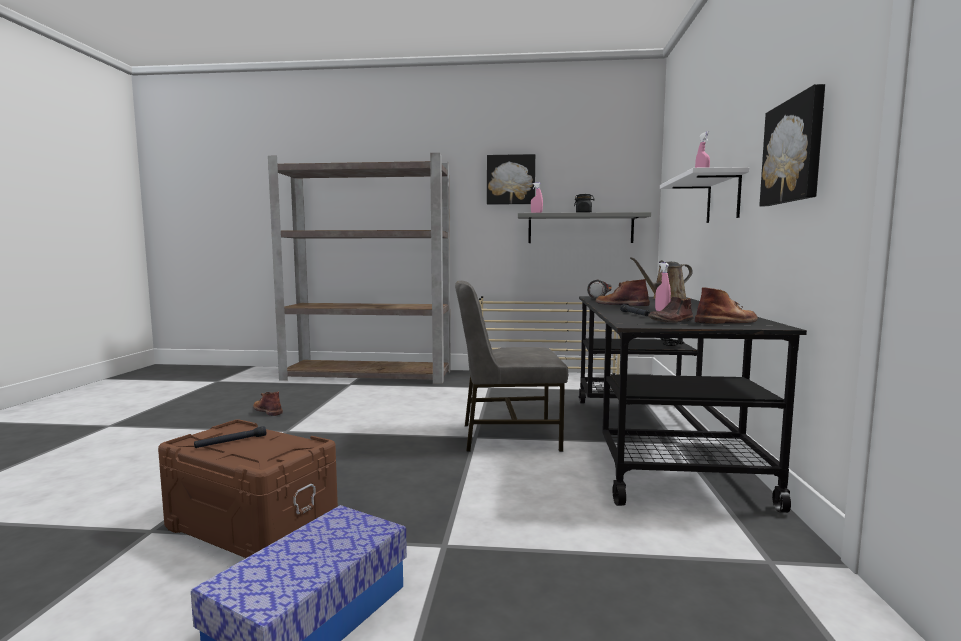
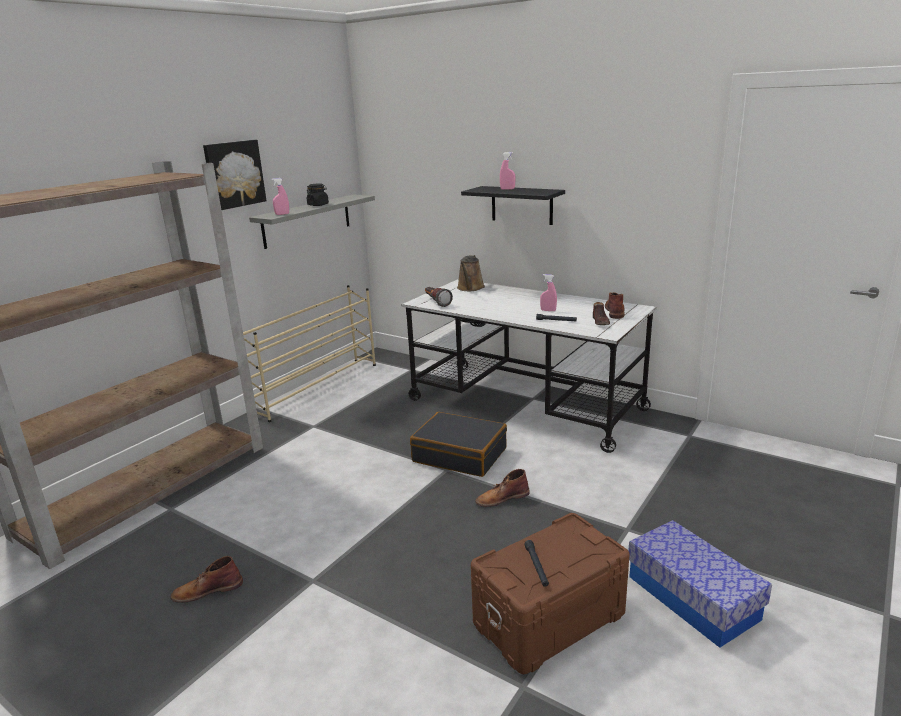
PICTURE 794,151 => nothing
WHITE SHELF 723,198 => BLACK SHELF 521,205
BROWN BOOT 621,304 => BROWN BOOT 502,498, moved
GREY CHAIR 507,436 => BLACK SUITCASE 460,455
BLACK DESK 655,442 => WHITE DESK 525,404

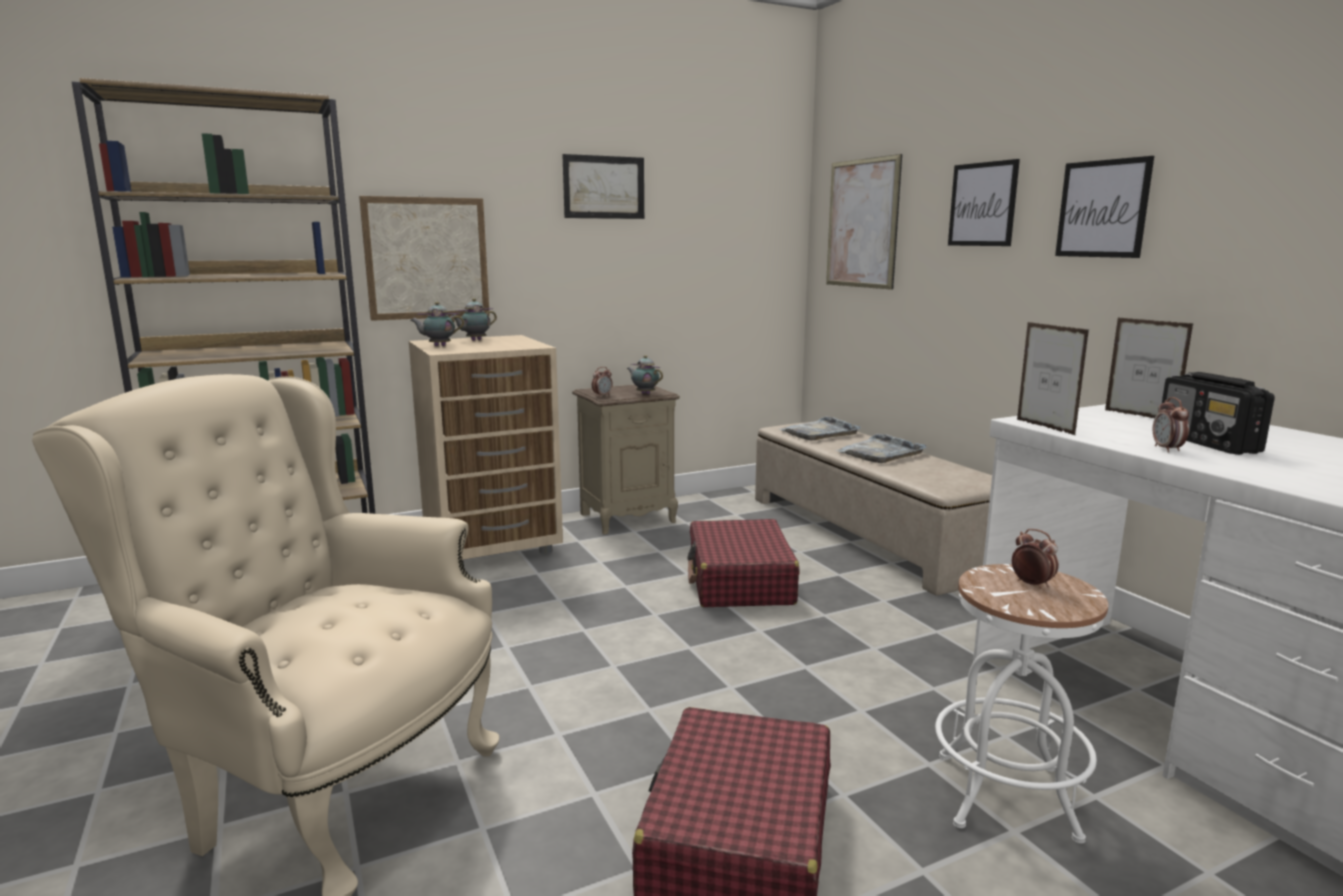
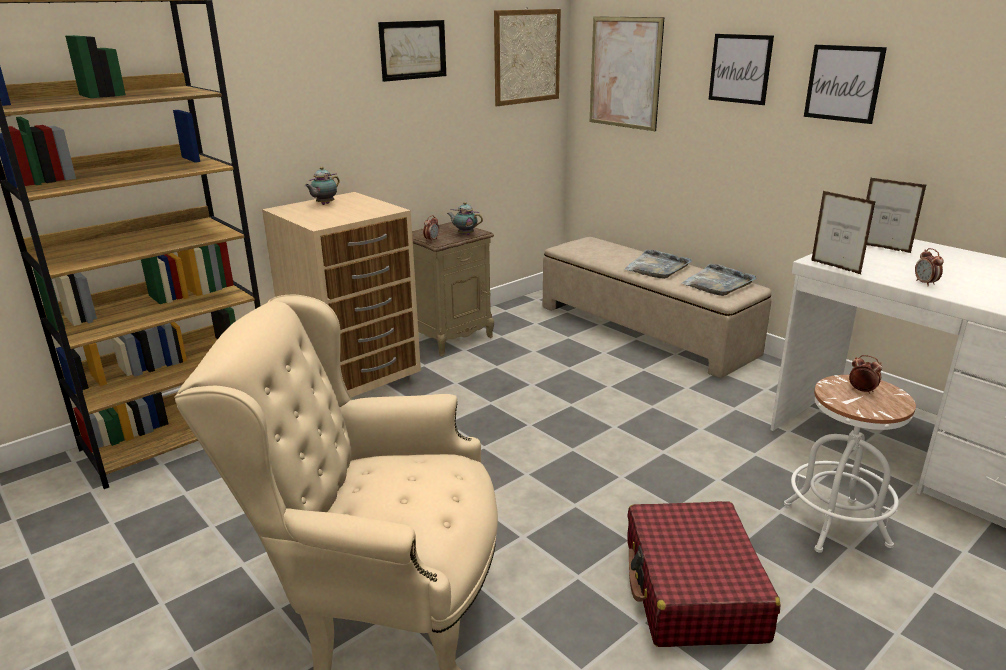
PICTURE 426,257 => PICTURE 527,55, moved
TEAPOT 438,346 => nothing
RADIO 1208,443 => nothing
GREY TRAY 819,432 => GREY TRAY 718,283, moved
RED SUITCASE 740,581 => nothing

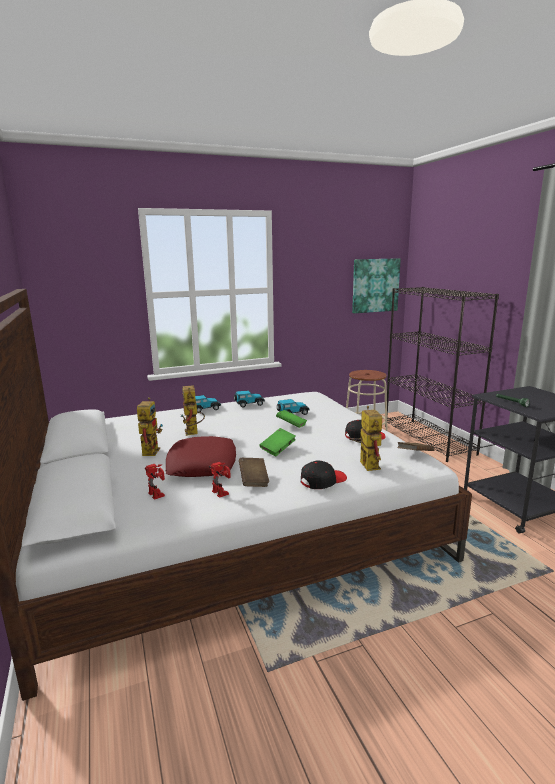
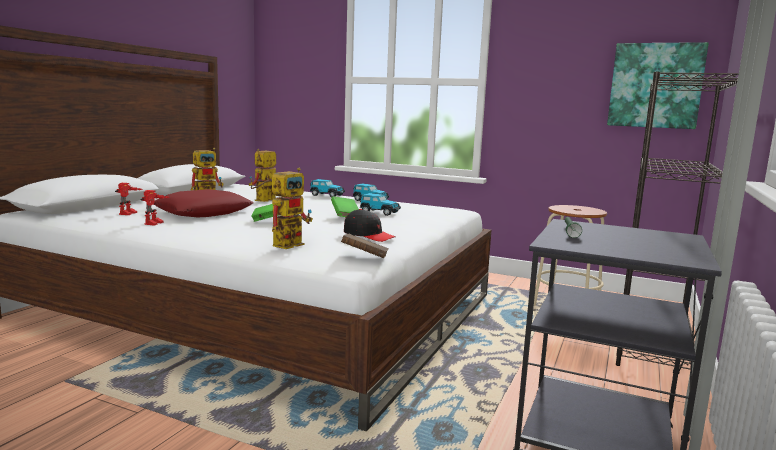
BROWN BOOK 254,480 => nothing
BLACK CAP 323,481 => nothing

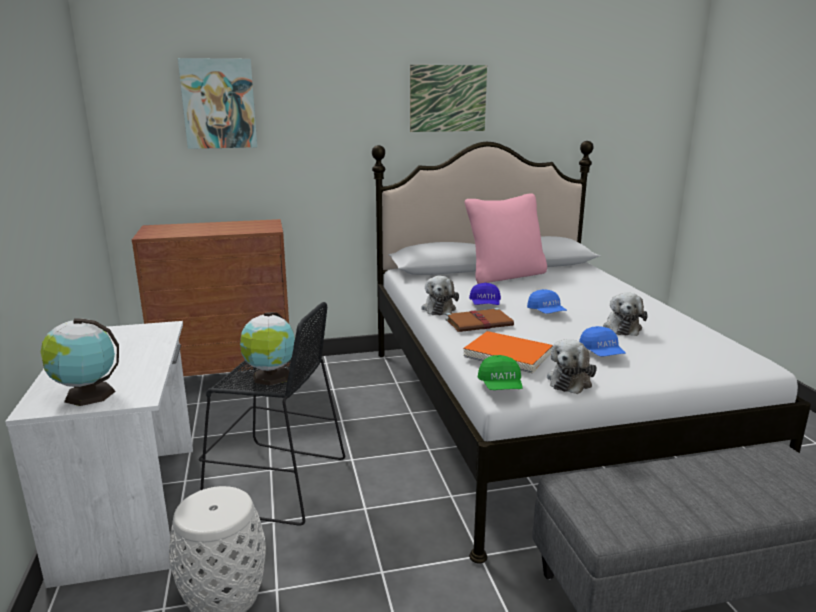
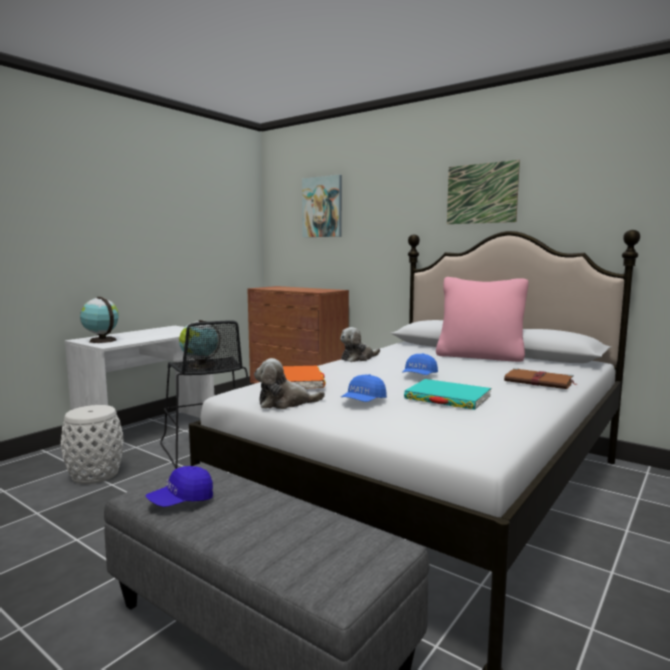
BLUE CAP 485,305 => BLUE CAP 181,501, moved
PLUSH TOY 622,327 => TURQUOISE BOOK 447,398
BROWN BOOK 480,323 => BROWN BOOK 539,382, moved
GREEN CAP 500,386 => nothing

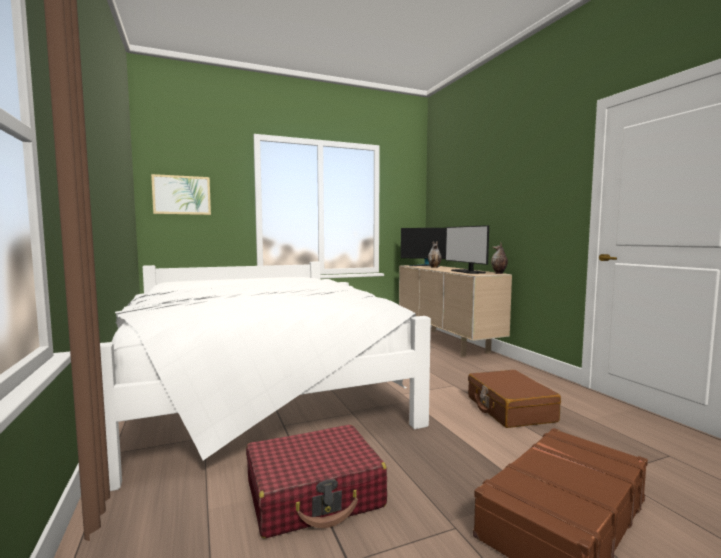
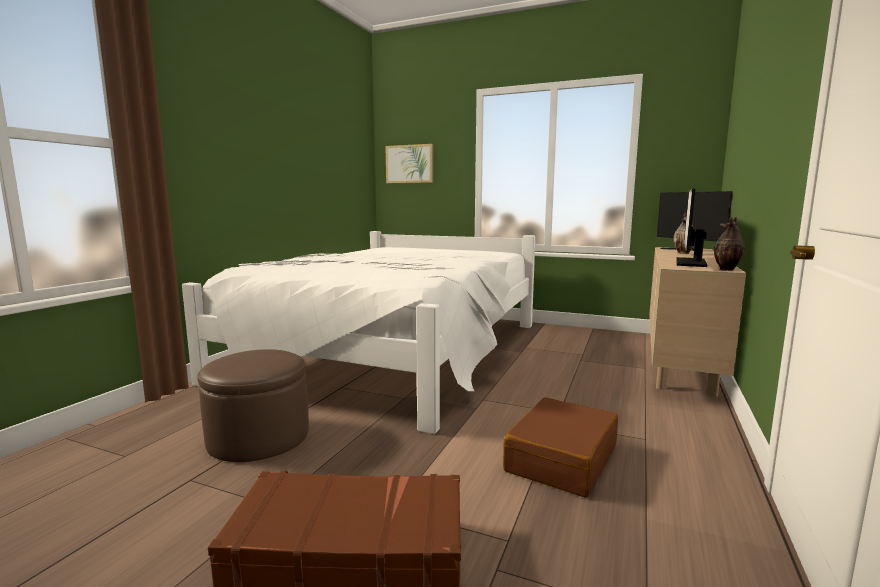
RED SUITCASE 314,494 => BROWN OTTOMAN 259,437

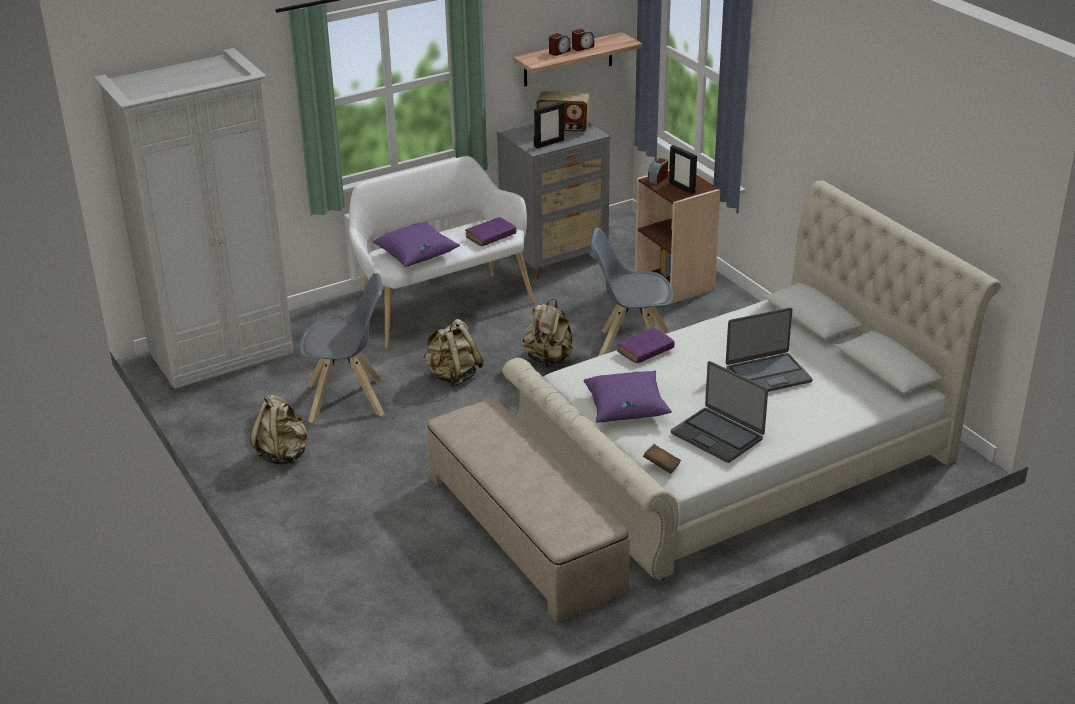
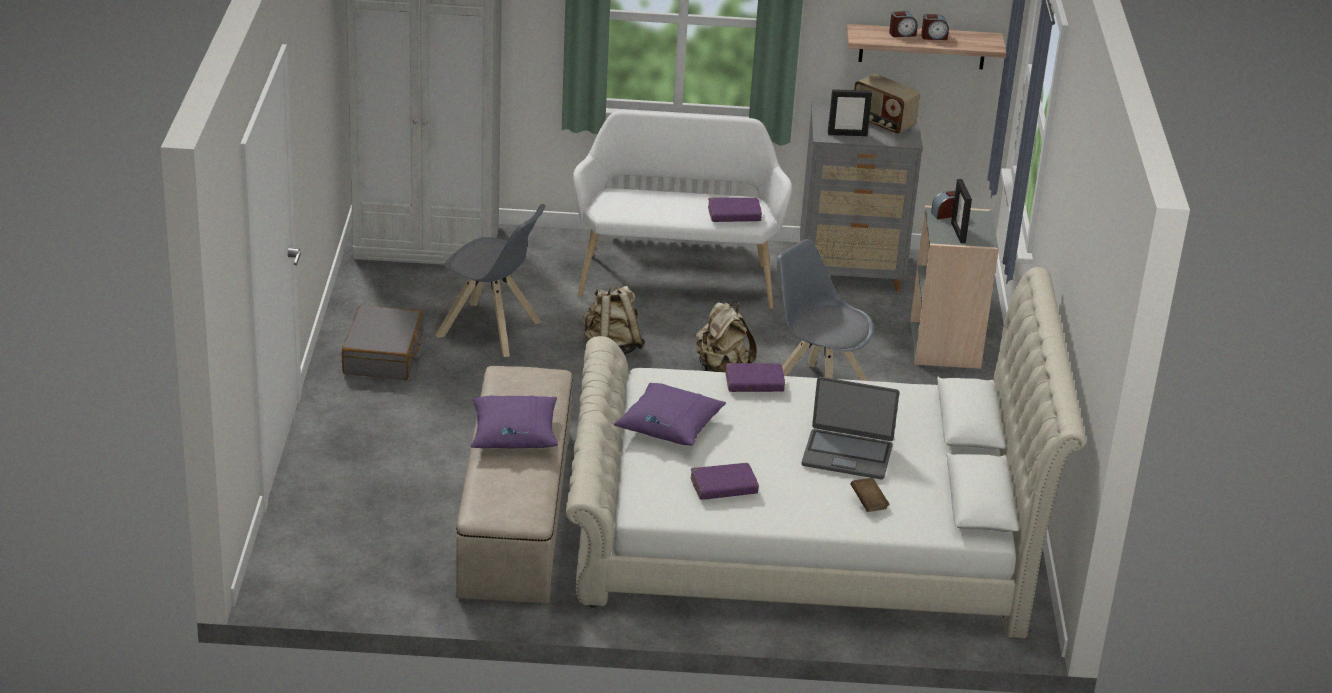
BROWN BOOKCASE 675,283 => GREY BOOKCASE 946,346
PURPLE PILLOW 416,255 => PURPLE PILLOW 514,435, moved
LAPTOP 717,435 => PURPLE BOOK 723,487
BEIGE BACKPACK 283,454 => GREY SUITCASE 384,355
BROWN BOOK 661,466 => BROWN BOOK 868,503, moved

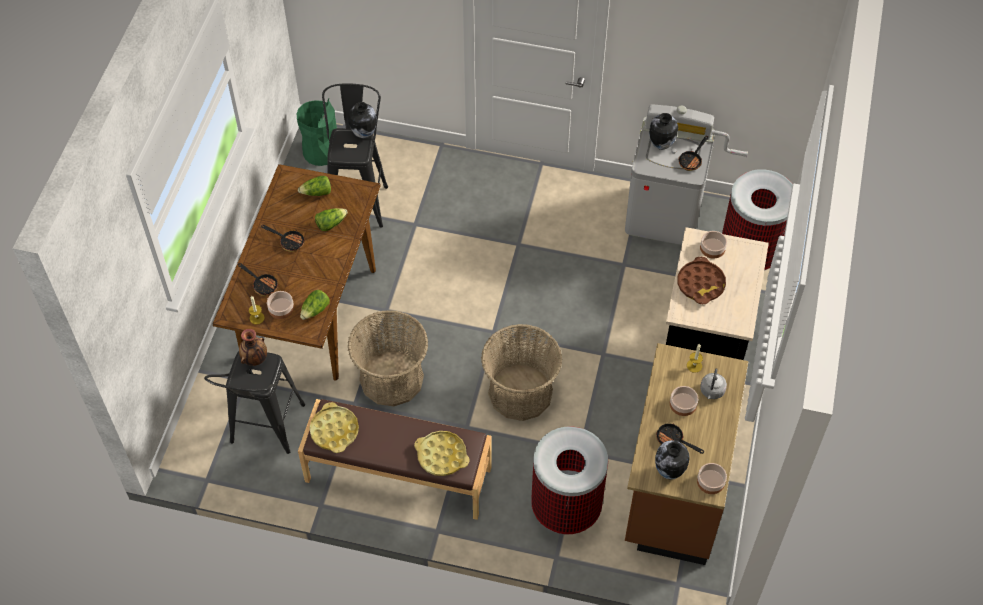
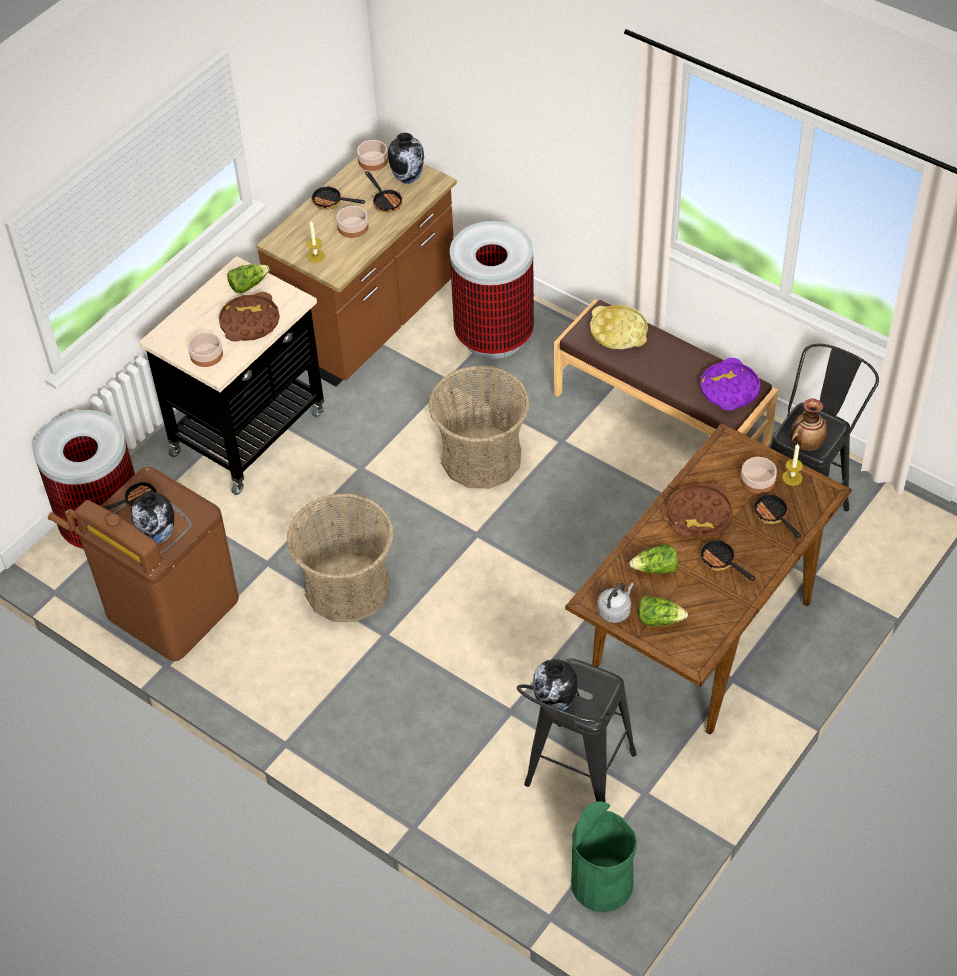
GREY WASHING MACHINE 665,215 => BROWN WASHING MACHINE 170,609
LETTUCE 315,310 => LETTUCE 248,285, moved
BASKET 391,378 => BASKET 347,587, moved
GREY KETTLE 711,391 => GREY KETTLE 615,610, moved
YELLOW TRAY 334,430 => PURPLE TRAY 729,389
nothing => FRYING PAN 331,202
nothing => BROWN TRAY 699,515

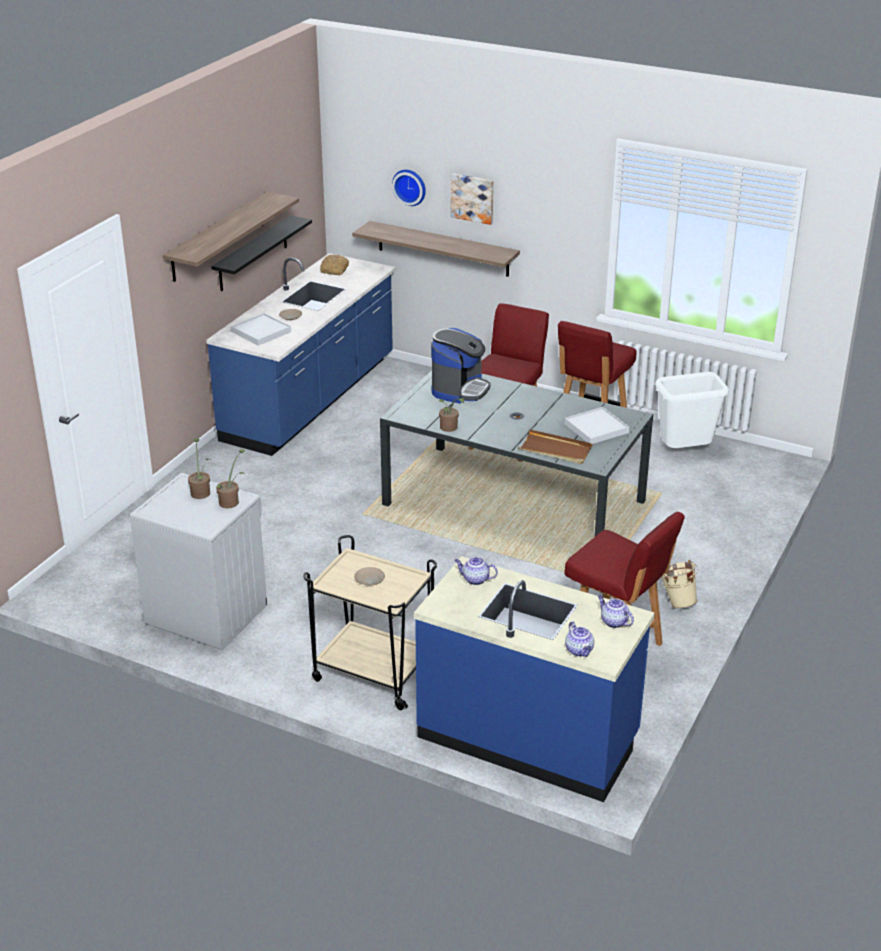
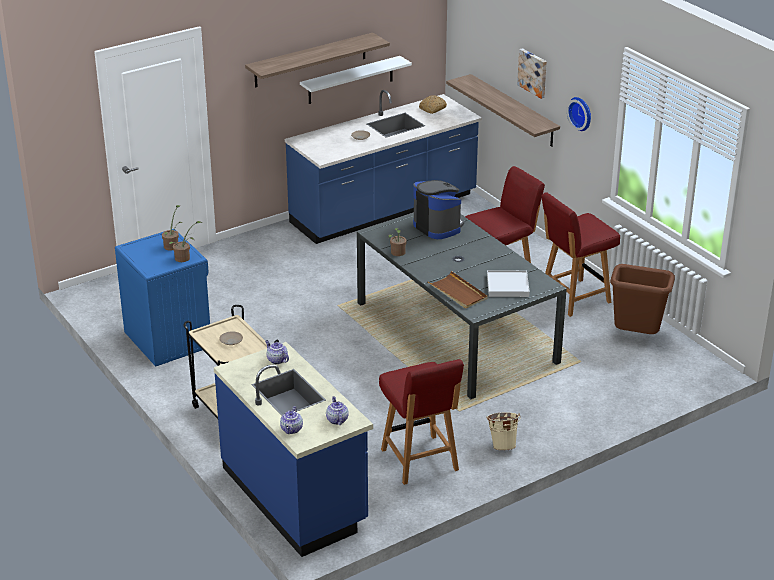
WALL CLOCK 410,186 => WALL CLOCK 581,113, moved
BLACK SHELF 253,254 => WHITE SHELF 350,80
WHITE TRAY 261,332 => nothing
COFFEE MACHINE 459,389 => COFFEE MACHINE 438,226, 90 degrees counterclockwise
WHITE TRASH CAN 685,452 => BROWN TRASH CAN 636,336
WHITE WASHING MACHINE 207,612 => BLUE WASHING MACHINE 169,339

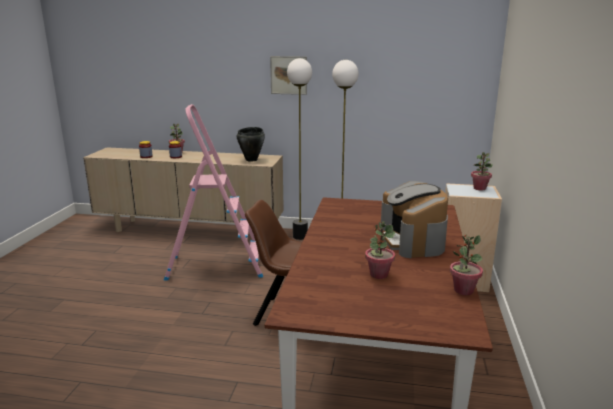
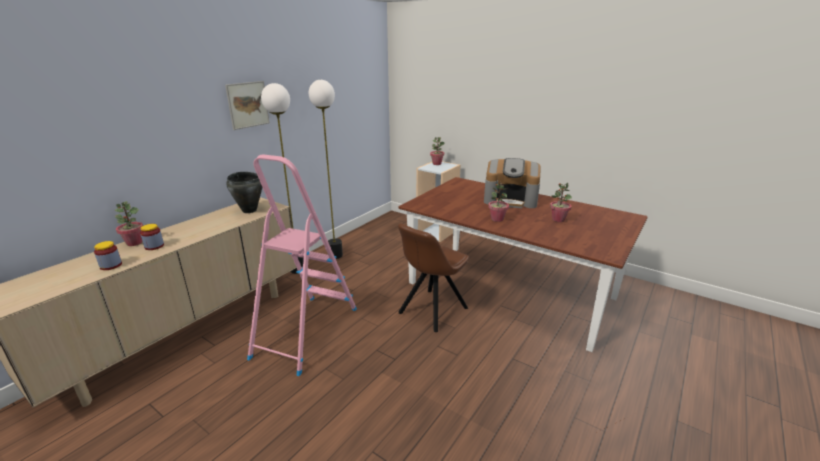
POTTED PLANT 463,290 => POTTED PLANT 497,219, moved

